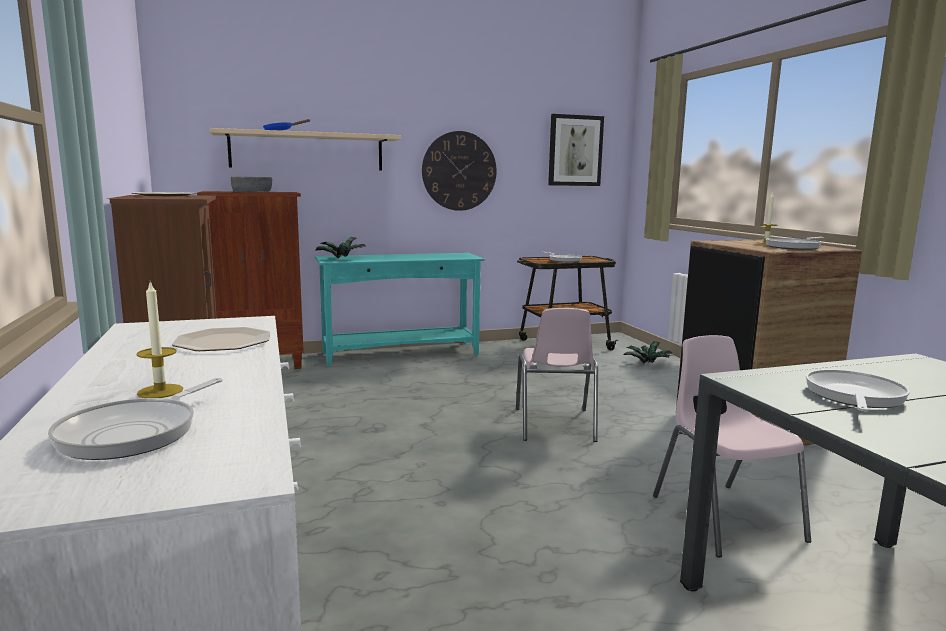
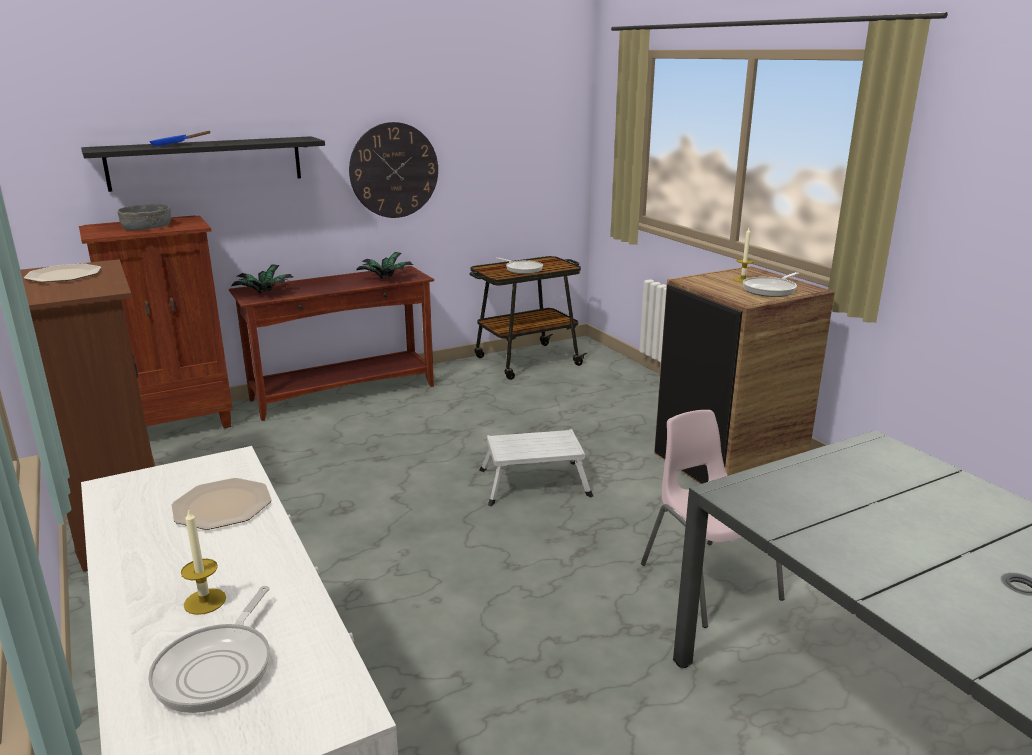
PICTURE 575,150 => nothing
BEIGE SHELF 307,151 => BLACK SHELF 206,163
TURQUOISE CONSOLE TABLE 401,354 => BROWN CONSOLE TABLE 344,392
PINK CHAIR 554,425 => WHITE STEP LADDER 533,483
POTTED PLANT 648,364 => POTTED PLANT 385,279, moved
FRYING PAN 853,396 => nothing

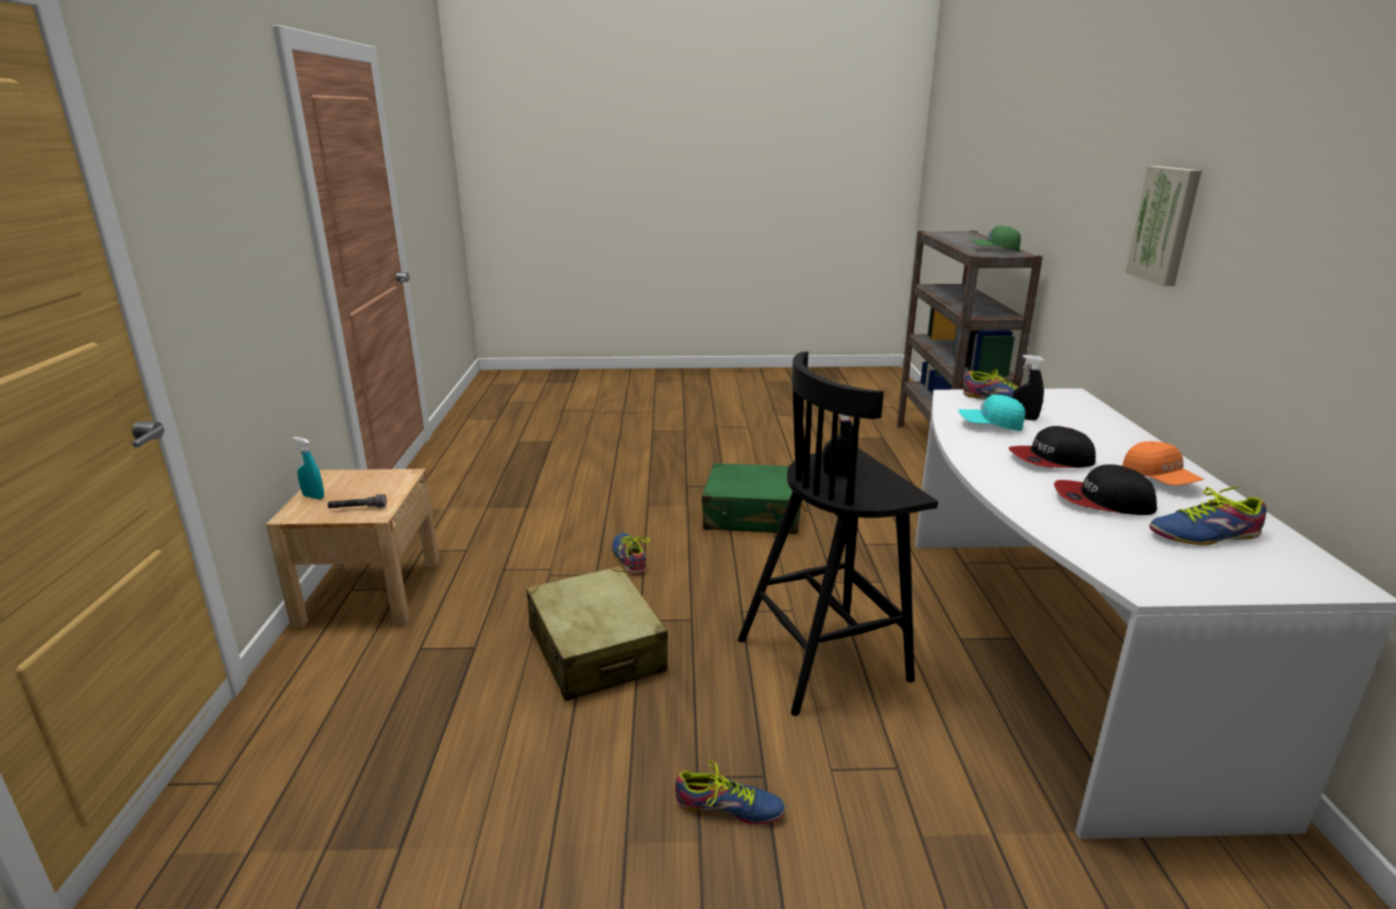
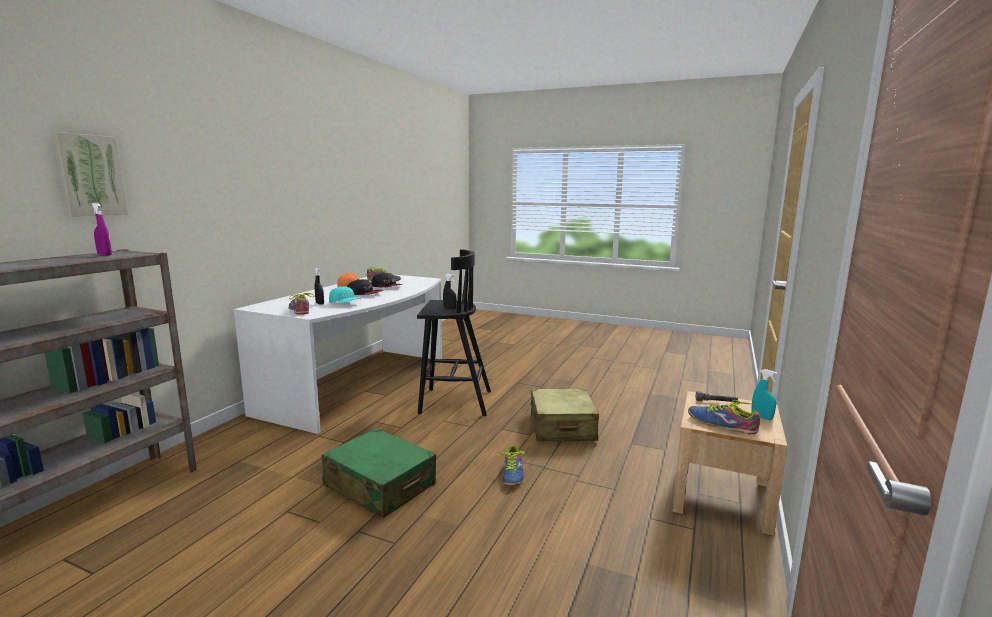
PICTURE 1166,225 => PICTURE 90,175, moved
GREEN CAP 994,250 => PURPLE SPRAY BOTTLE 104,255
SHOE 728,807 => SHOE 722,424, moved

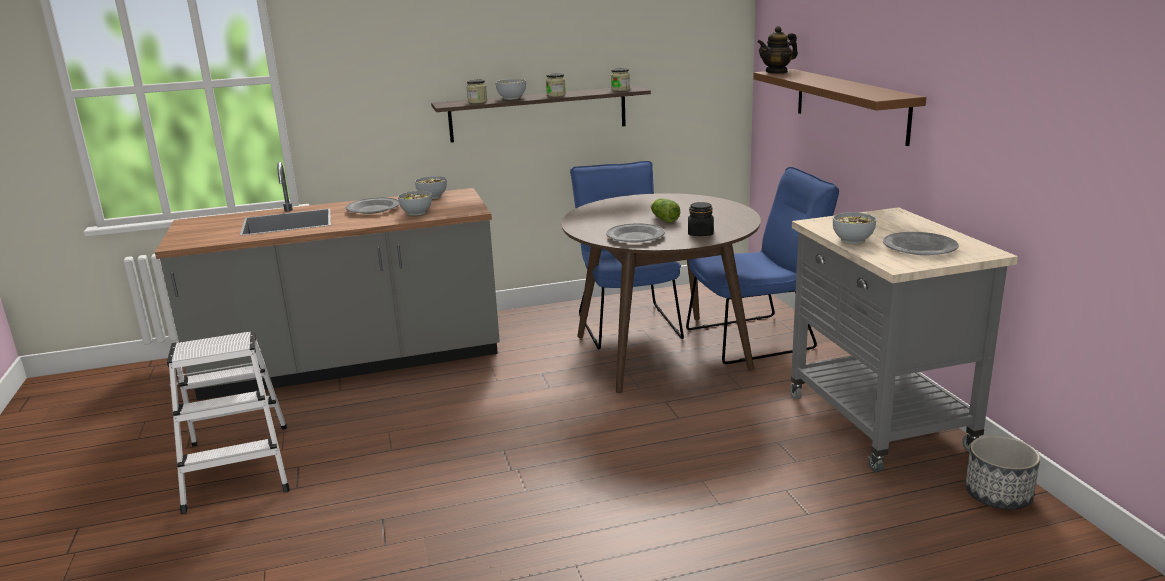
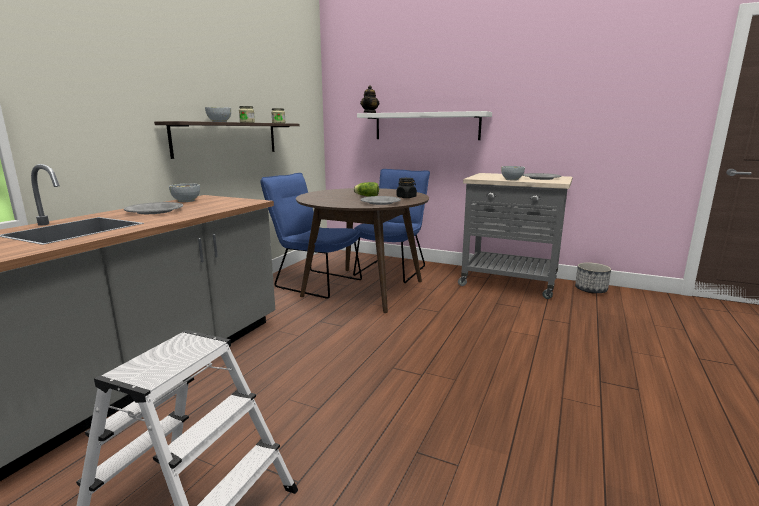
BROWN SHELF 850,104 => WHITE SHELF 426,126
JAR 477,102 => nothing
BOWL 416,213 => nothing

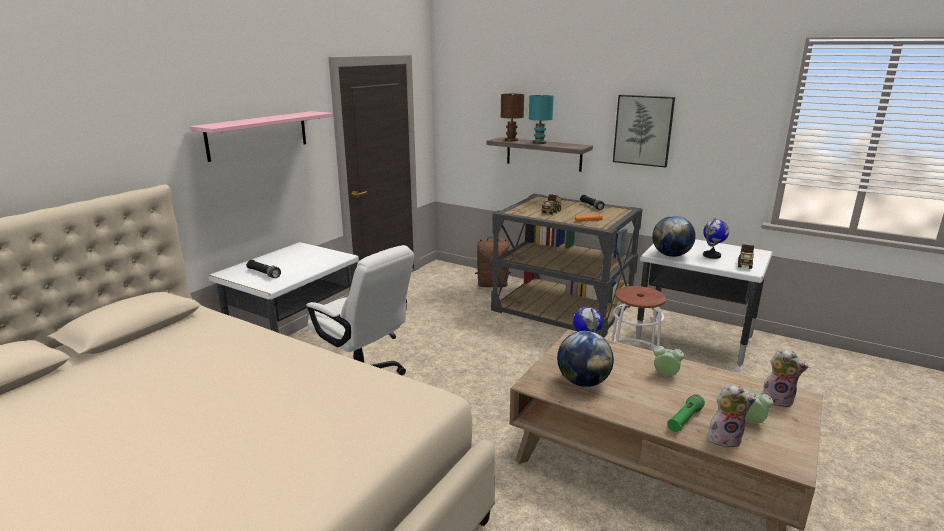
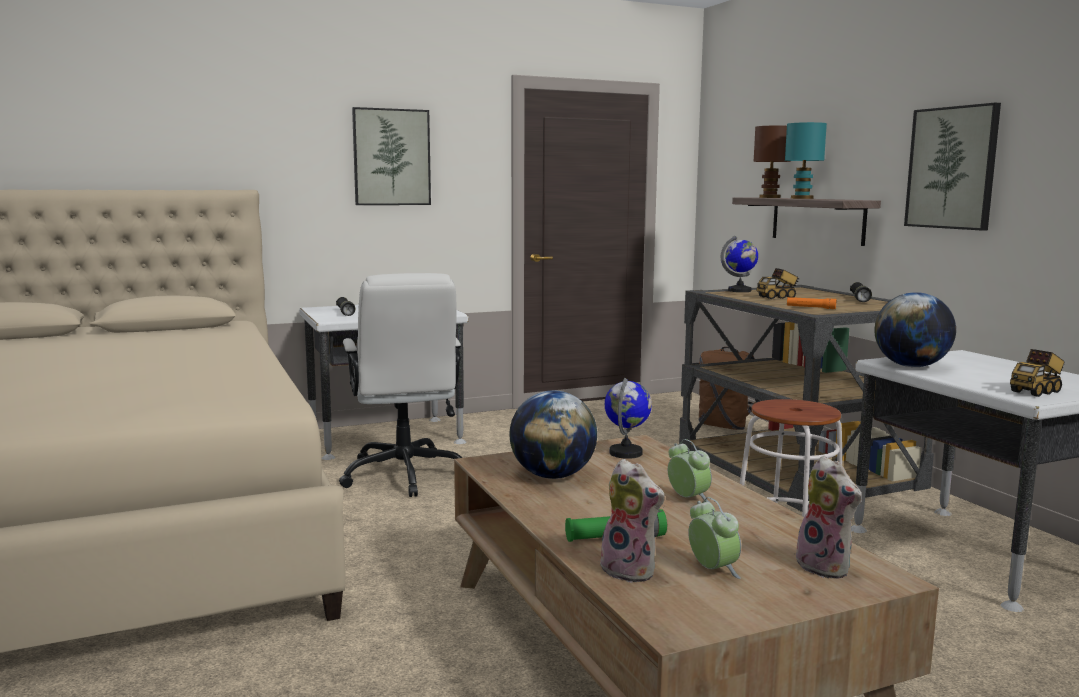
PINK SHELF 258,135 => PICTURE 391,157
GLOBE 712,255 => GLOBE 740,291, moved

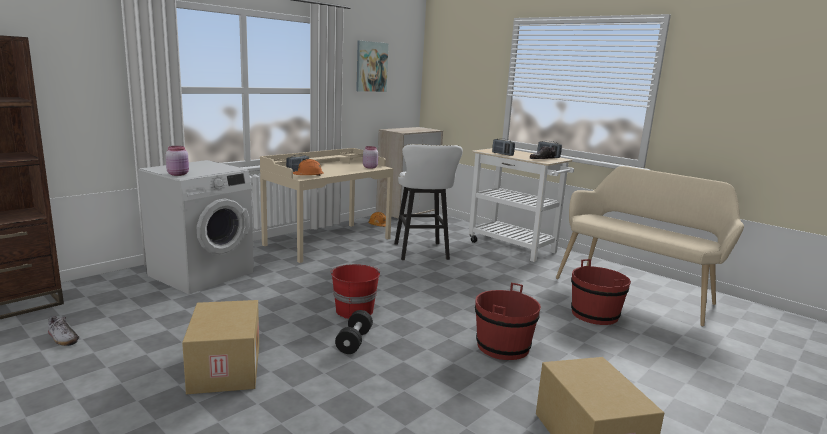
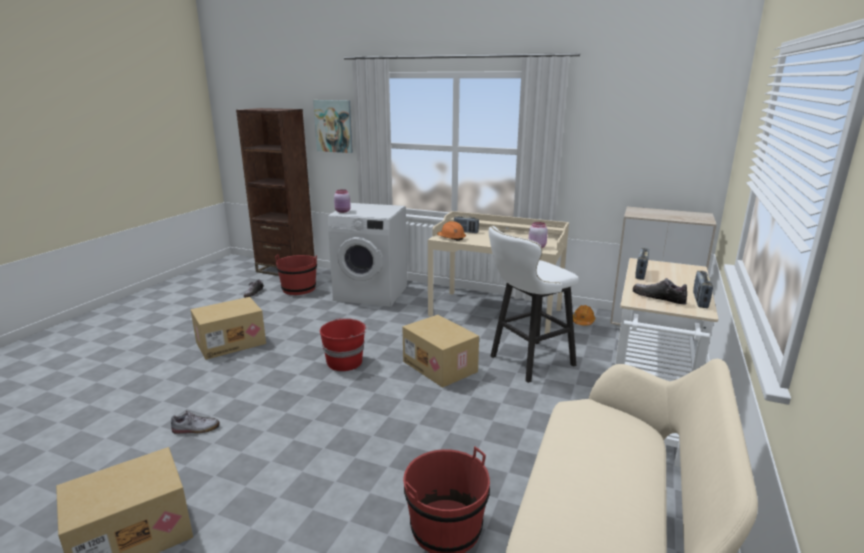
PICTURE 371,66 => PICTURE 334,126, moved
RED BUCKET 502,346 => RED BUCKET 299,289, moved
BLACK DUMBBELL 354,342 => nothing
nothing => CARDBOARD BOX 441,366
nothing => SHOE 196,429

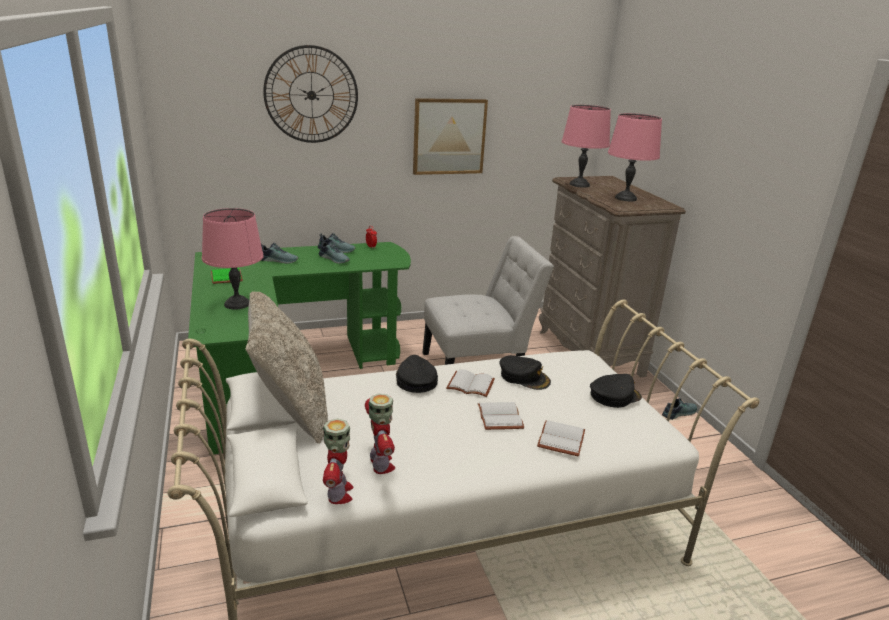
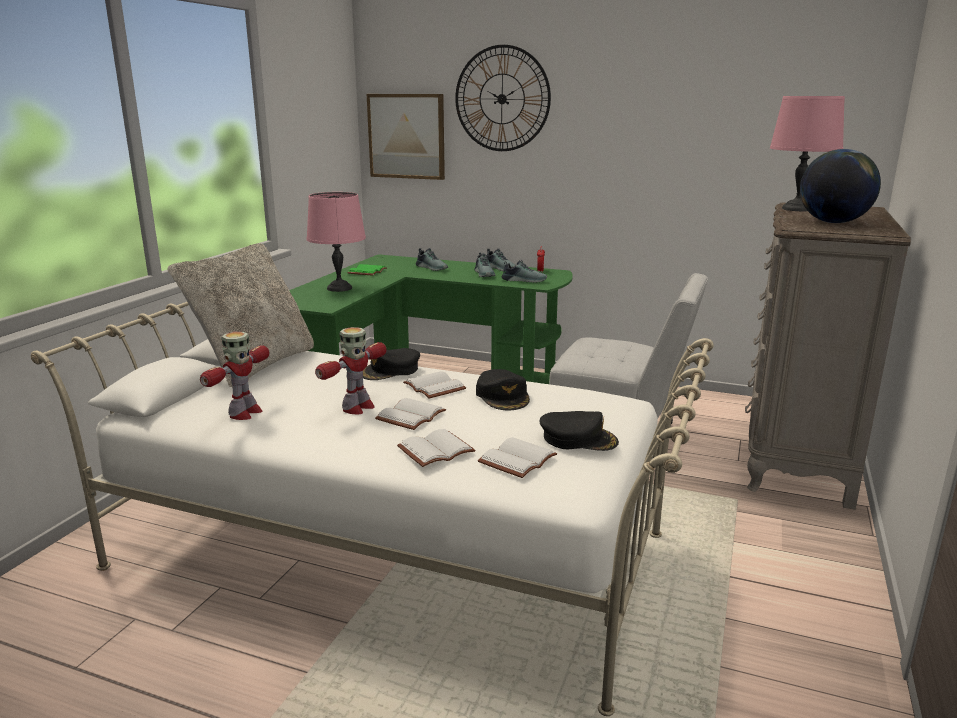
PICTURE 449,136 => PICTURE 407,136, moved
PINK TABLE LAMP 625,198 => GLOBE 833,222
BLACK CAP 415,380 => BLACK CAP 390,371, 150 degrees counterclockwise
SHOE 678,413 => SHOE 524,280, moved
TOY ROBOT 339,493 => TOY ROBOT 357,408, moved
nothing => WHITE BOOK 516,459

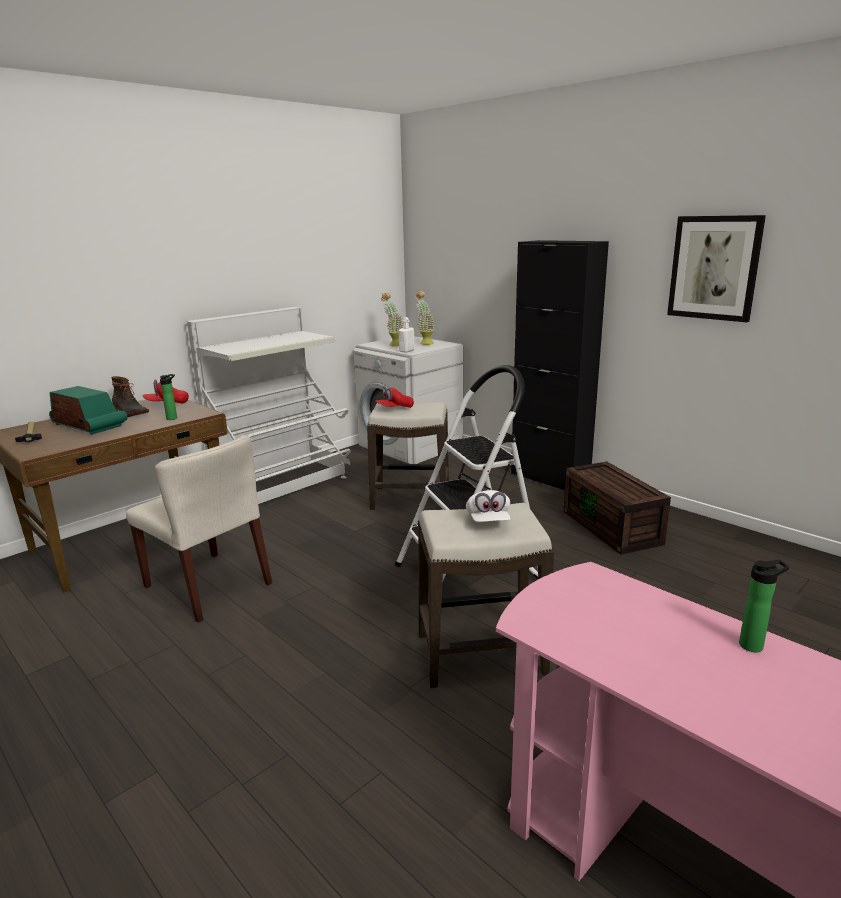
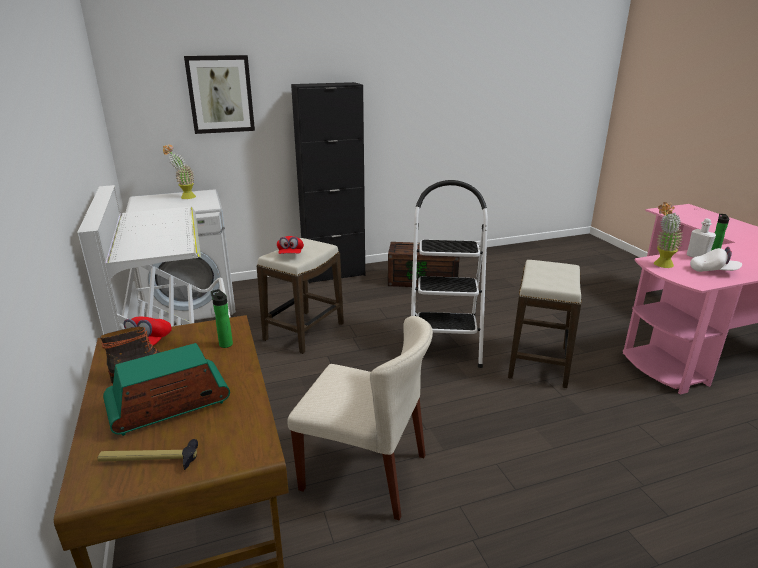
PICTURE 714,268 => PICTURE 220,94, moved
POTTED PLANT 393,344 => POTTED PLANT 660,265, moved
WHITE BOTTLE 406,351 => WHITE BOTTLE 697,257, moved
BEIGE CHAIR 209,585 => BEIGE CHAIR 365,472, 45 degrees clockwise
WHITE CAP 488,521 => WHITE CAP 713,271, moved

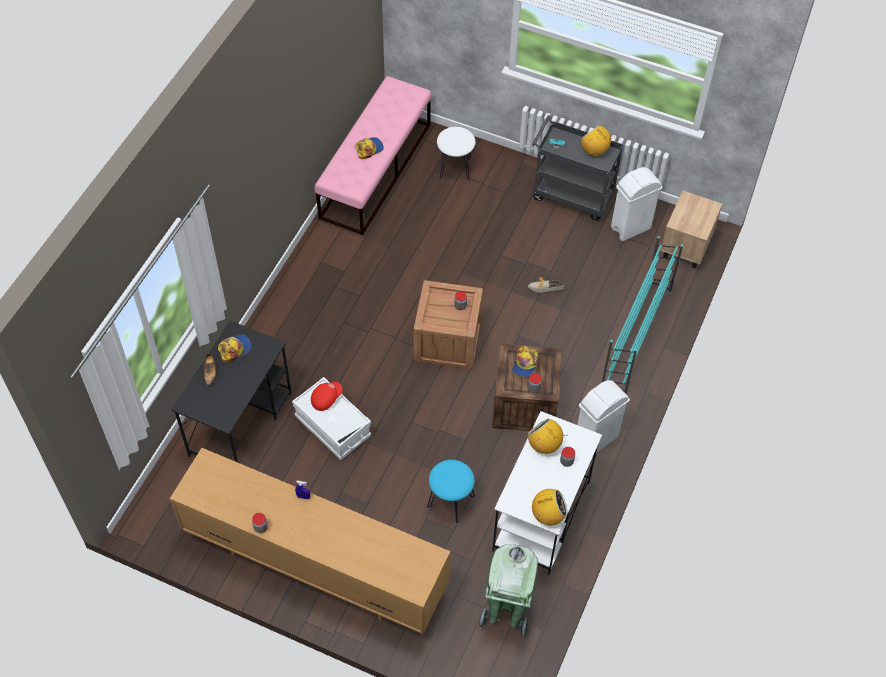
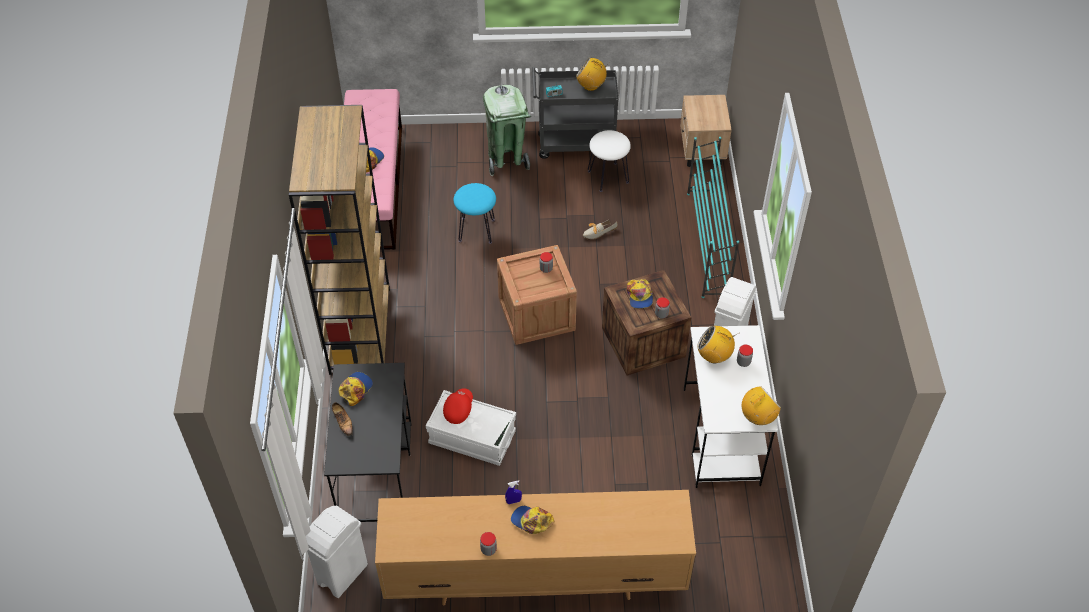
WHITE STOOL 455,169 => WHITE STOOL 608,177, moved
WHITE TRASH CAN 630,228 => WHITE TRASH CAN 342,574, moved
TURQUOISE STOOL 450,502 => TURQUOISE STOOL 476,230, moved
GREEN TRASH CAN 506,610 => GREEN TRASH CAN 506,159, moved
nothing => BROWN BOOKCASE 359,330
nothing => CAP 531,521

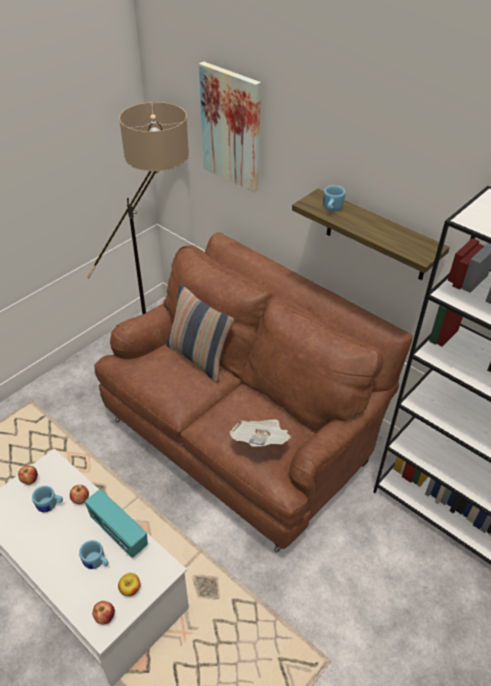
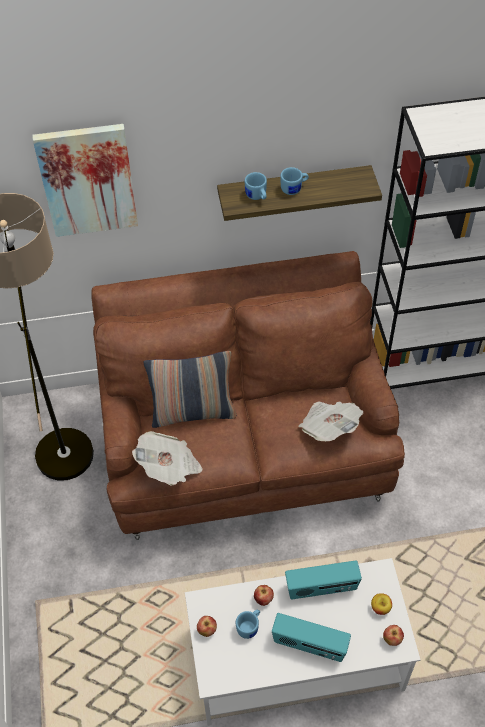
BLUE MUG 96,562 => BLUE MUG 294,188, moved
nothing => NEWSPAPER 169,467
nothing => RADIO 309,645

